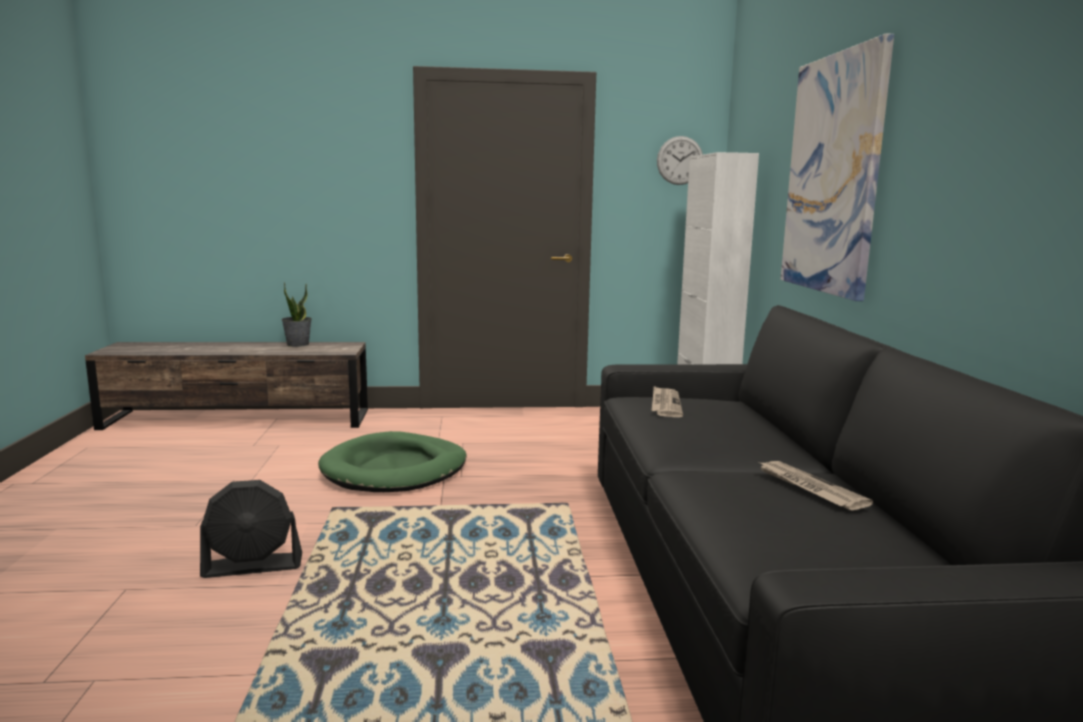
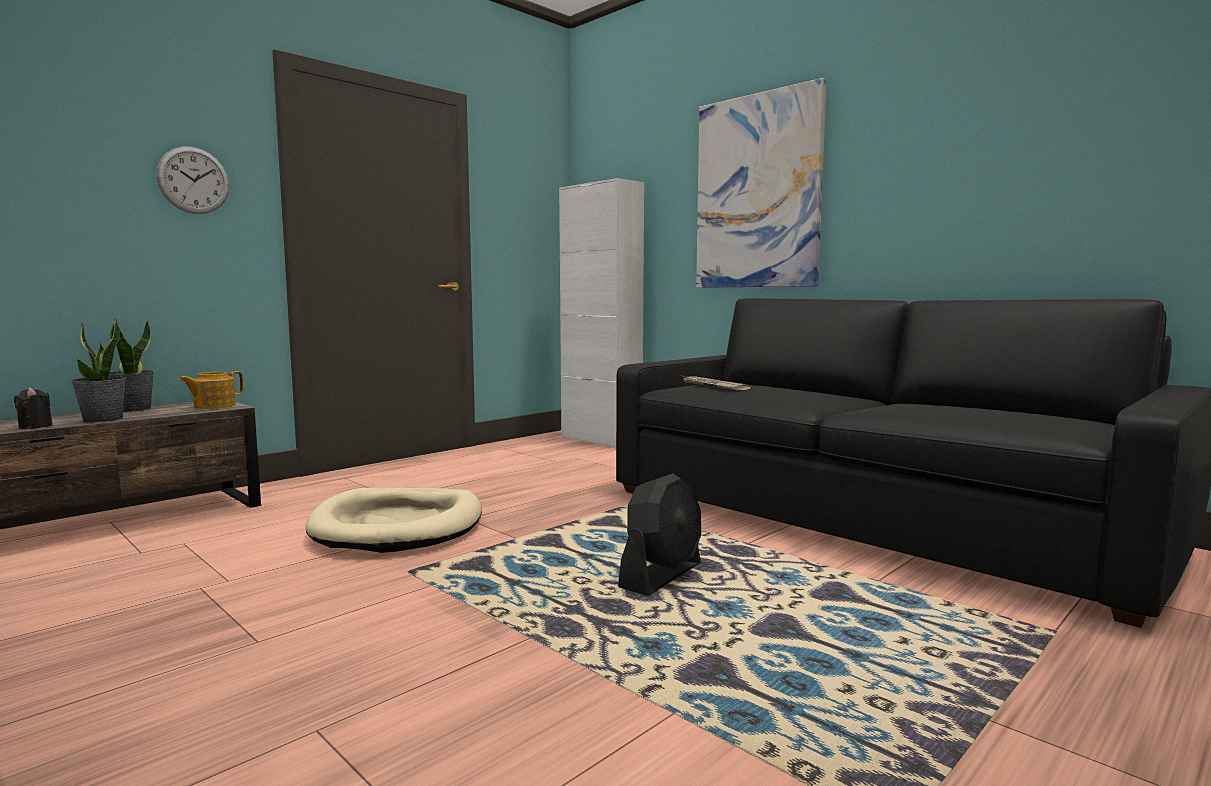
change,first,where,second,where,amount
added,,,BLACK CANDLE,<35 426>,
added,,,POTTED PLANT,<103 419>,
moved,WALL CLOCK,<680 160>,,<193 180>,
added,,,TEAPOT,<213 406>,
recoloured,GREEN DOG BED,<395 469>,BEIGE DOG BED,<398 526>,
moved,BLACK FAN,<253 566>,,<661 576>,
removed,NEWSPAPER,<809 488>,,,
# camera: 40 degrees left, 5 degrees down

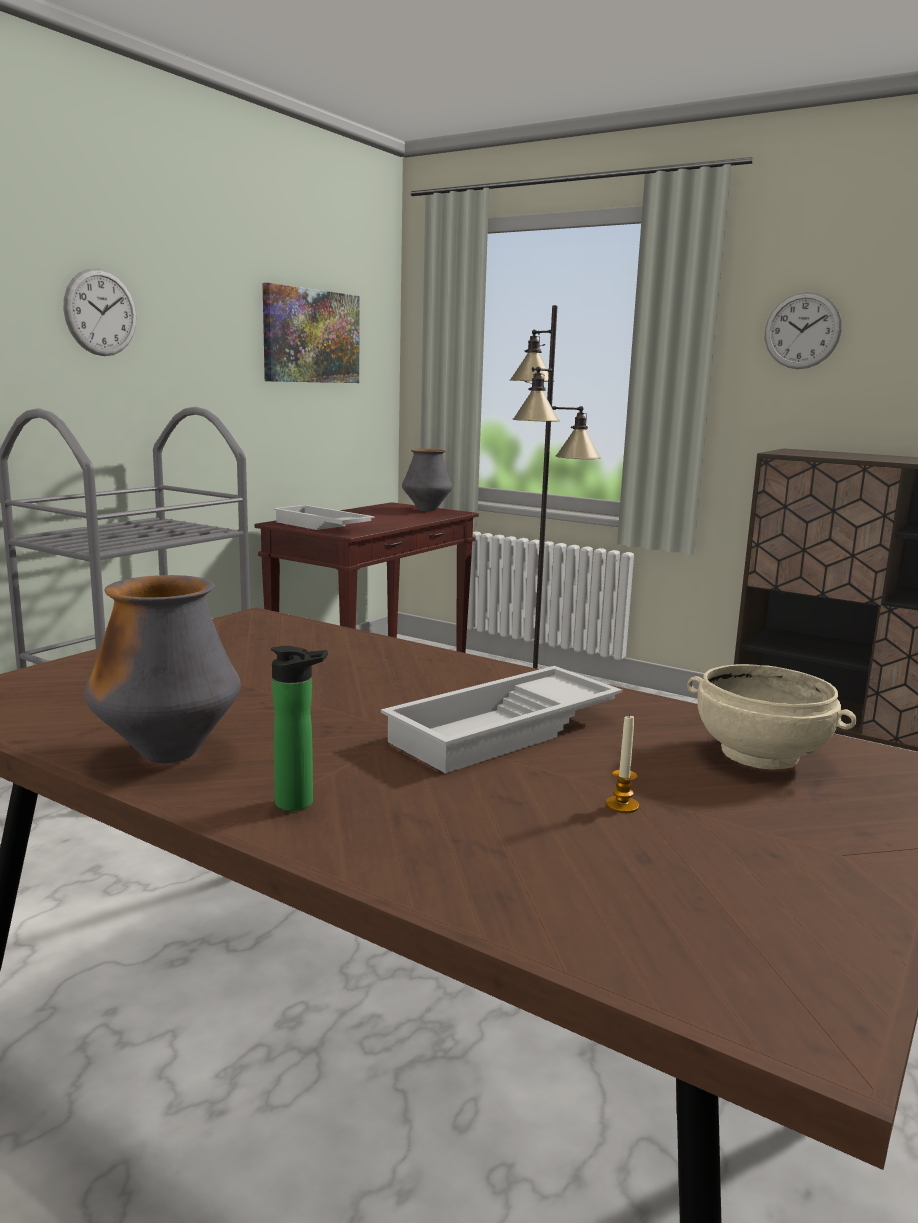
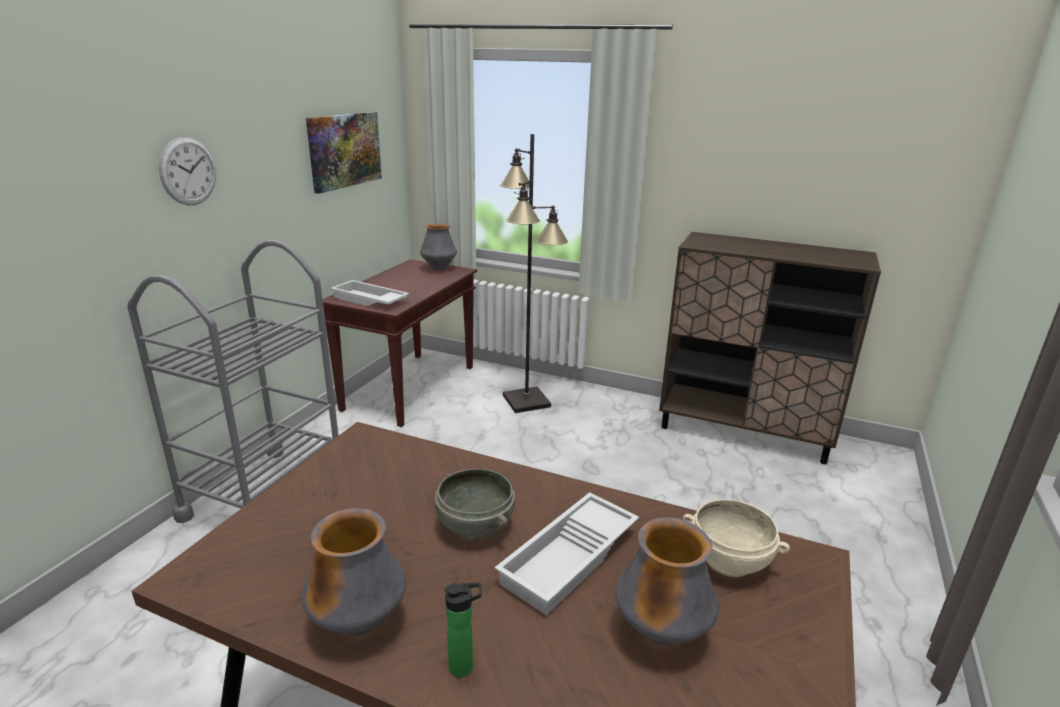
change,first,where,second,where,amount
added,,,GREY BOWL,<474 526>,
replaced,CANDLE,<622 805>,VASE,<661 633>,
removed,WALL CLOCK,<802 330>,,,
# camera: 10 degrees left, 10 degrees up

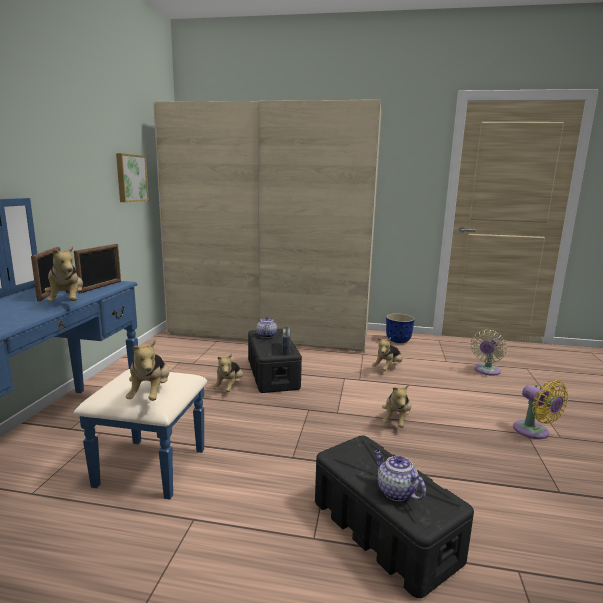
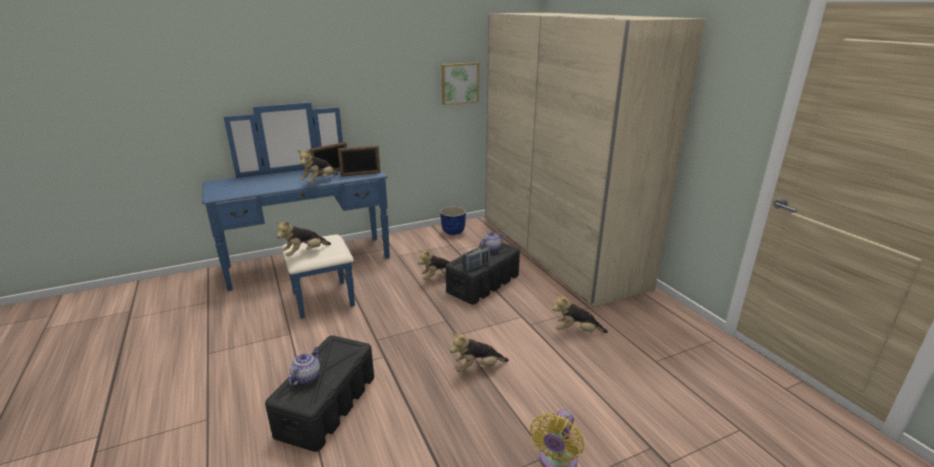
change,first,where,second,where,amount
moved,PLANTER,<398 340>,,<453 232>,
removed,BEIGE FAN,<486 371>,,,
# camera: 55 degrees right, 10 degrees up

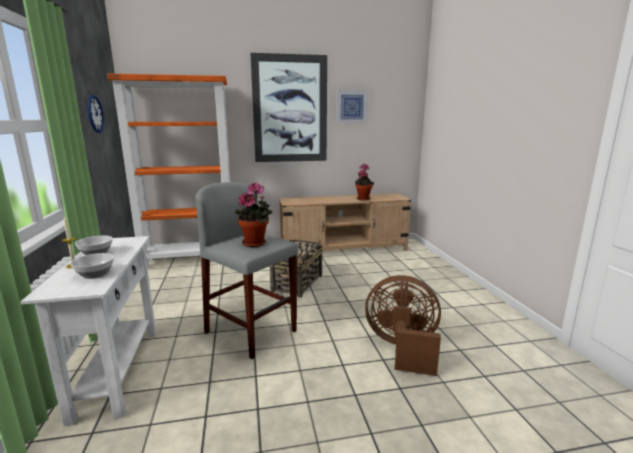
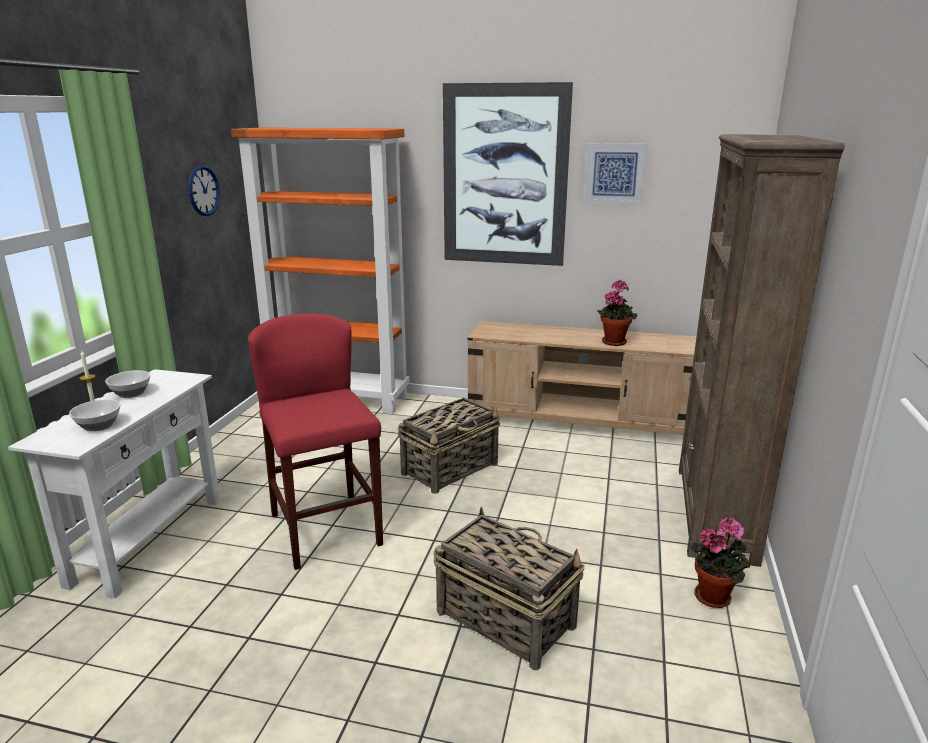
change,first,where,second,where,amount
recoloured,GREY STOOL,<250 331>,RED STOOL,<325 530>,
replaced,BROWN FAN,<402 349>,BASKET,<504 618>,
added,,,BROWN BOOKCASE,<715 513>,
moved,POTTED PLANT,<256 243>,,<715 597>,
# camera: 25 degrees right, 5 degrees up

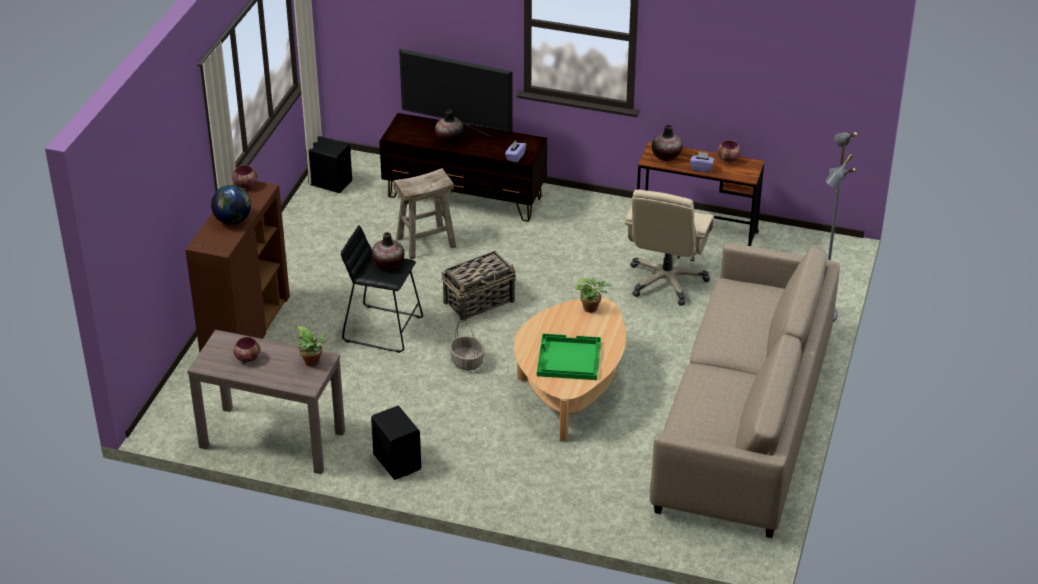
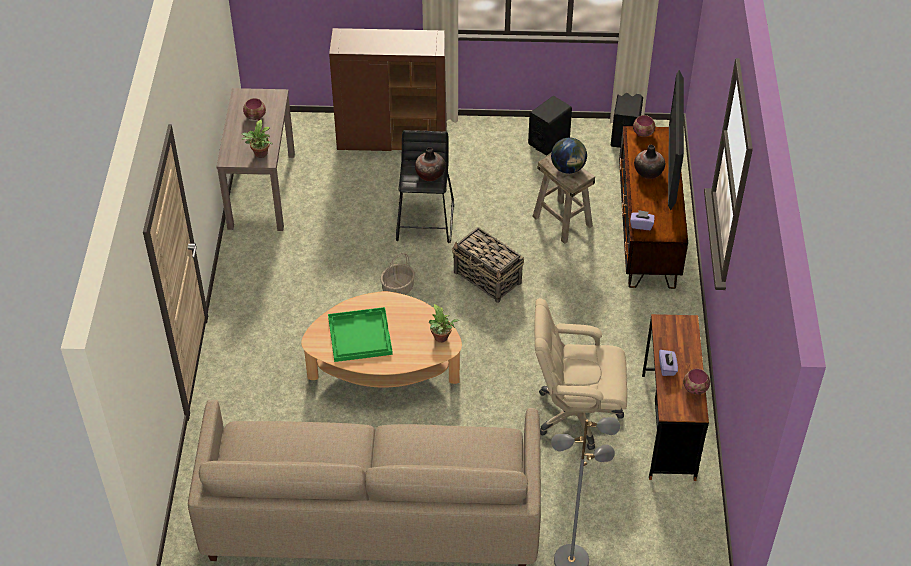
change,first,where,second,where,amount
moved,BLACK SPEAKER,<397 462>,,<549 141>,
moved,GLOBE,<233 220>,,<568 168>,
moved,BOWL,<245 185>,,<643 133>,
removed,VASE,<666 156>,,,
# camera: 75 degrees right, 10 degrees up

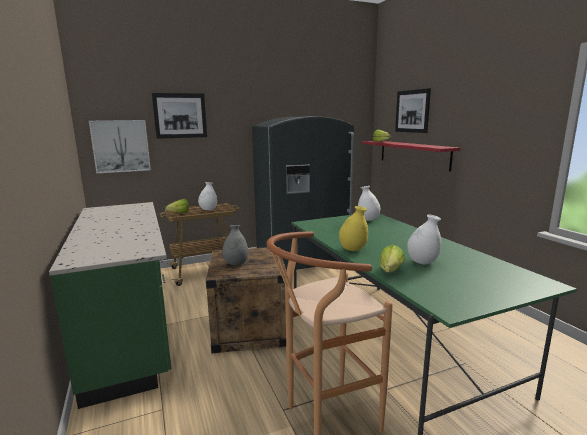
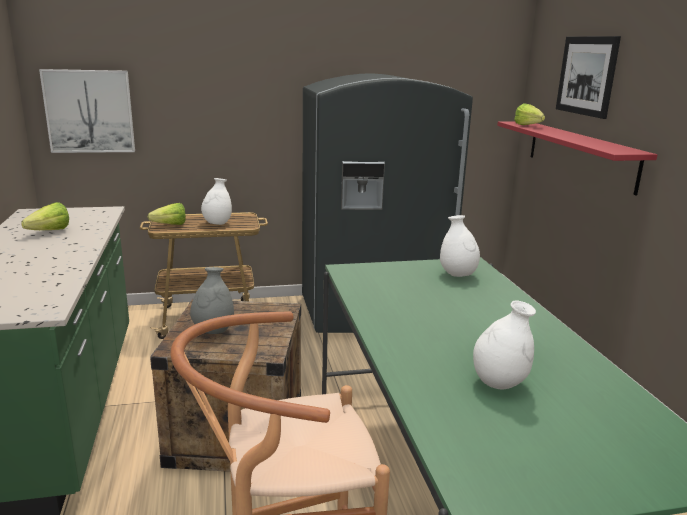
change,first,where,second,where,amount
moved,LETTUCE,<389 273>,,<45 232>,
removed,PICTURE,<180 115>,,,
removed,YELLOW VASE,<353 249>,,,
# camera: 10 degrees right, 5 degrees up

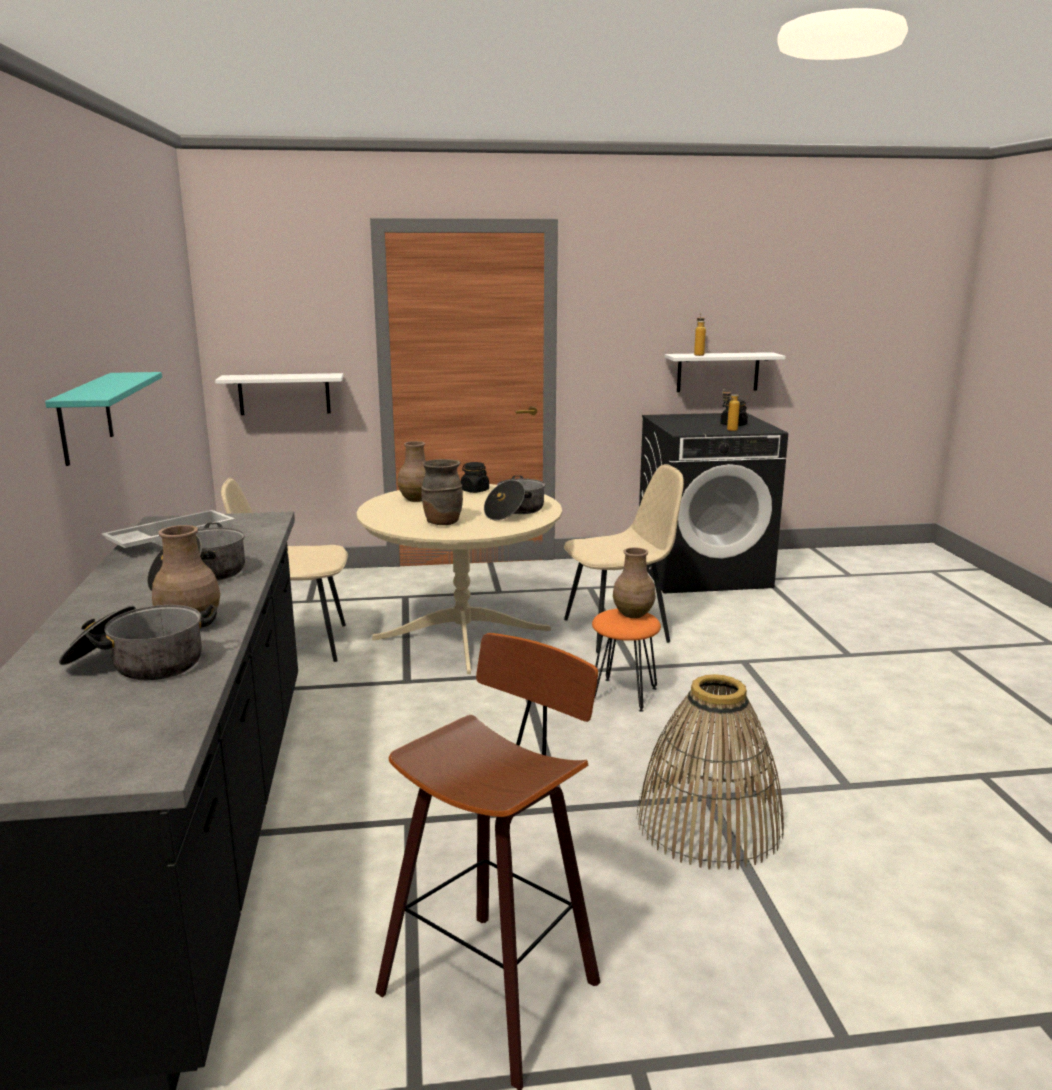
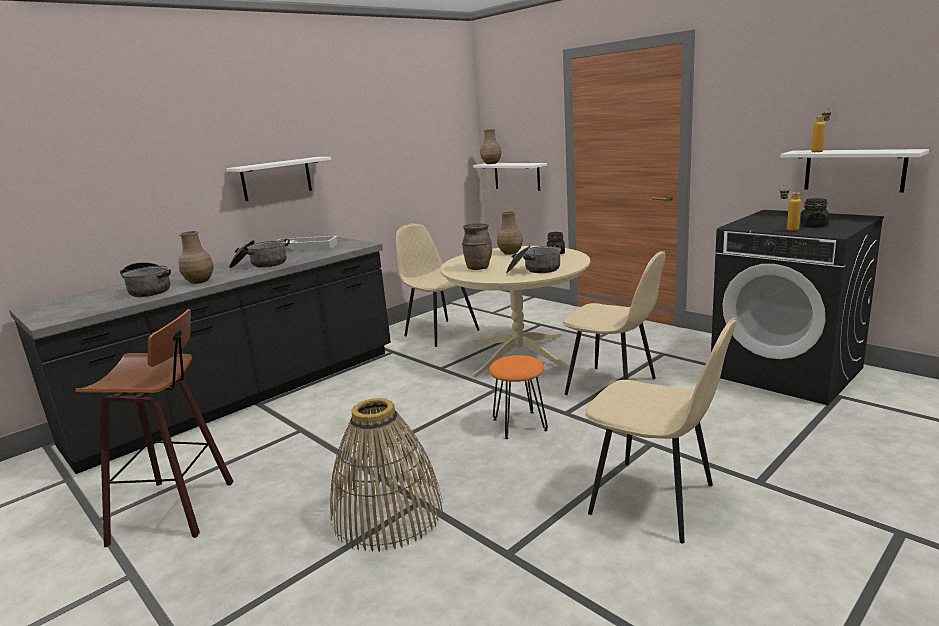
change,first,where,second,where,amount
recoloured,TURQUOISE SHELF,<85 418>,WHITE SHELF,<276 179>,
moved,BROWN VASE,<634 614>,,<491 163>,
added,,,BEIGE CHAIR,<655 500>,
# camera: 55 degrees right, 0 degrees up

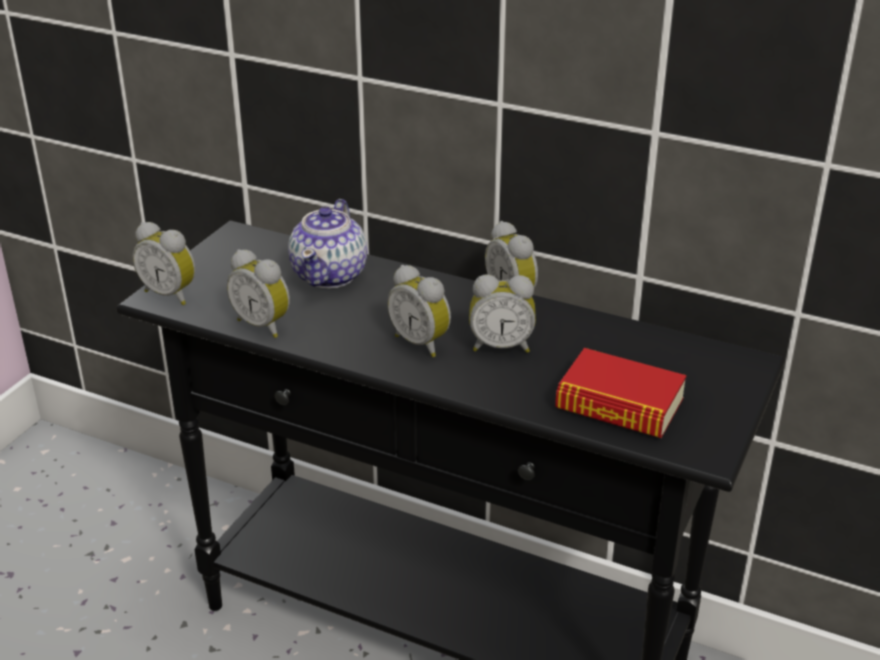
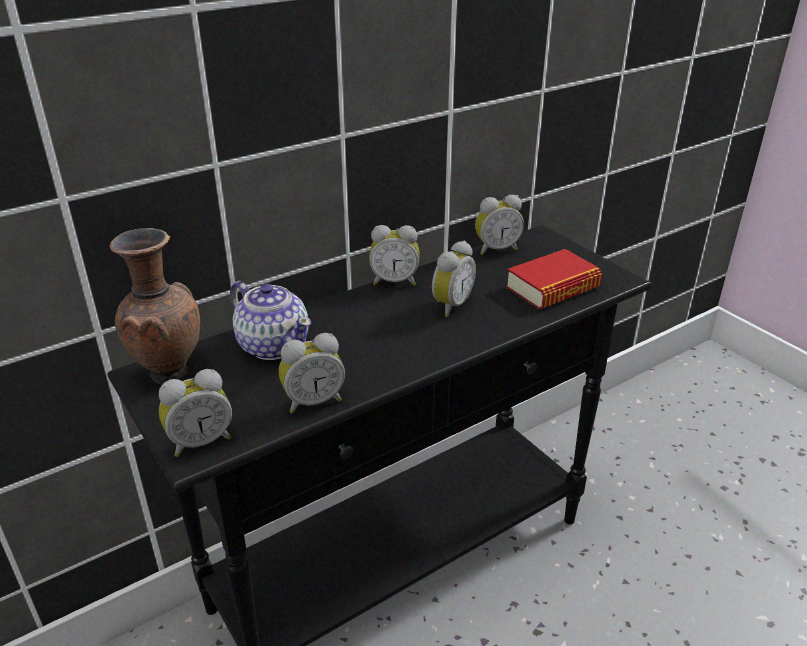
change,first,where,second,where,amount
added,,,BROWN VASE,<168 372>,
moved,ALARM CLOCK,<422 342>,,<496 249>,
# camera: 60 degrees left, 0 degrees up

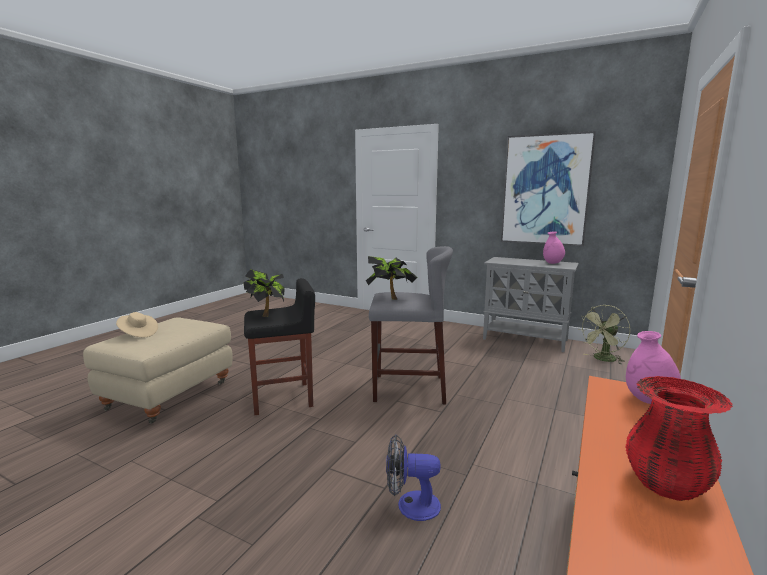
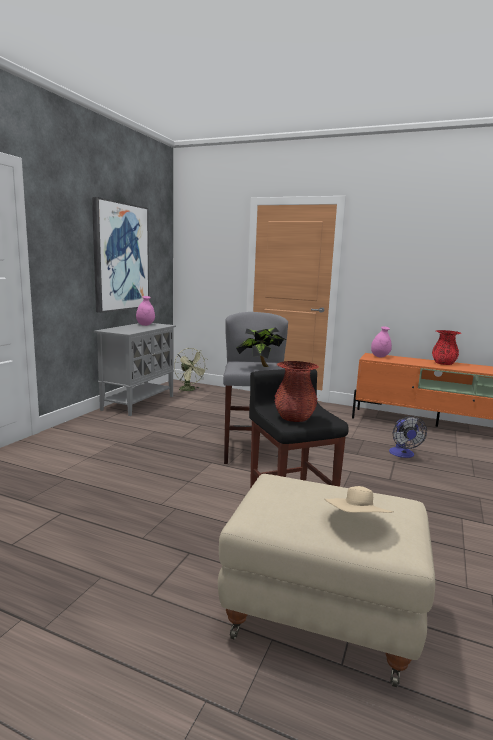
change,first,where,second,where,amount
replaced,POTTED PLANT,<267 314>,RED VASE,<294 418>,
# camera: 95 degrees left, 0 degrees up

